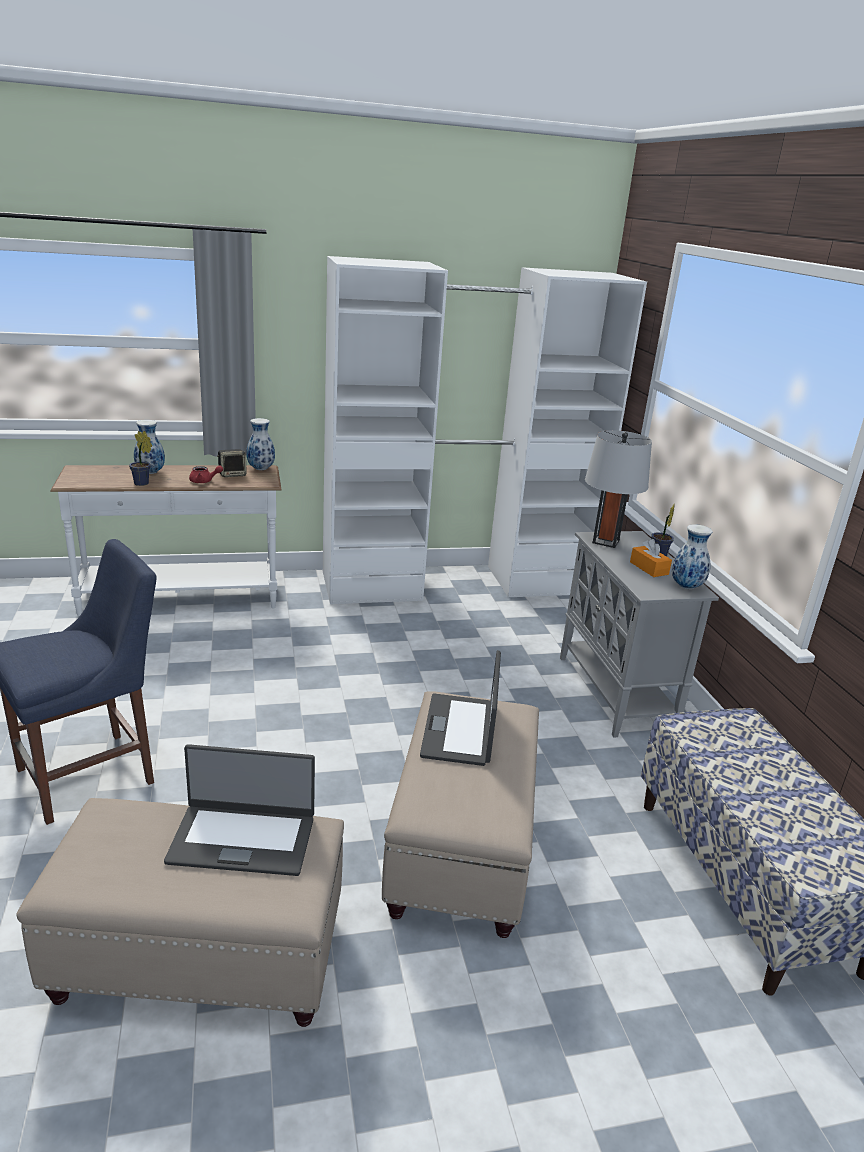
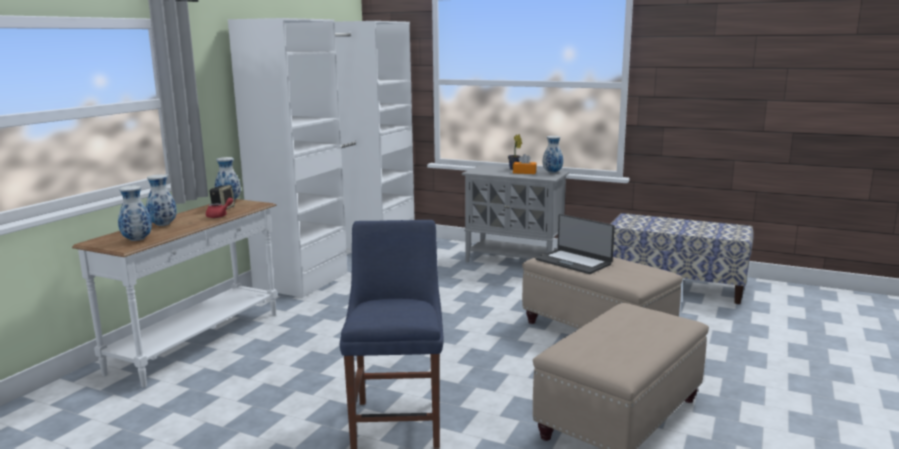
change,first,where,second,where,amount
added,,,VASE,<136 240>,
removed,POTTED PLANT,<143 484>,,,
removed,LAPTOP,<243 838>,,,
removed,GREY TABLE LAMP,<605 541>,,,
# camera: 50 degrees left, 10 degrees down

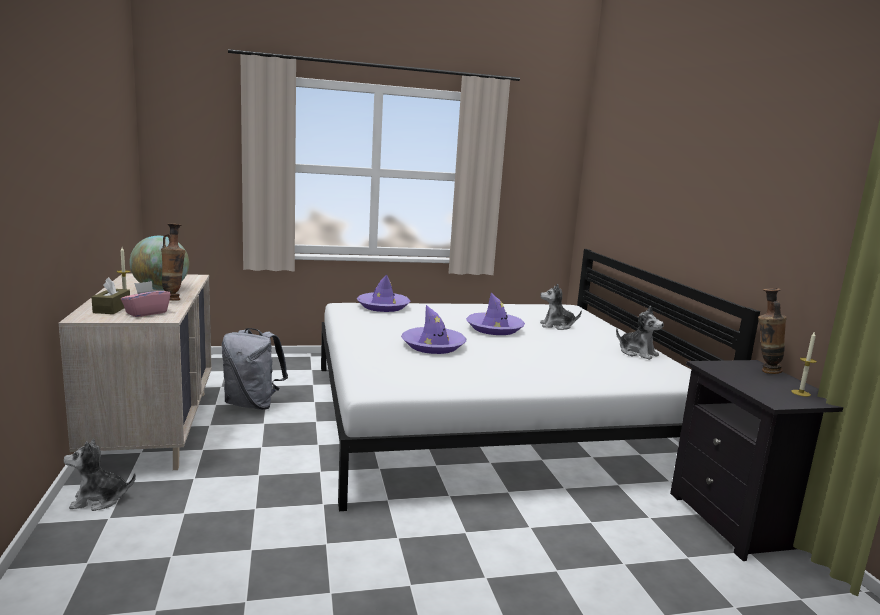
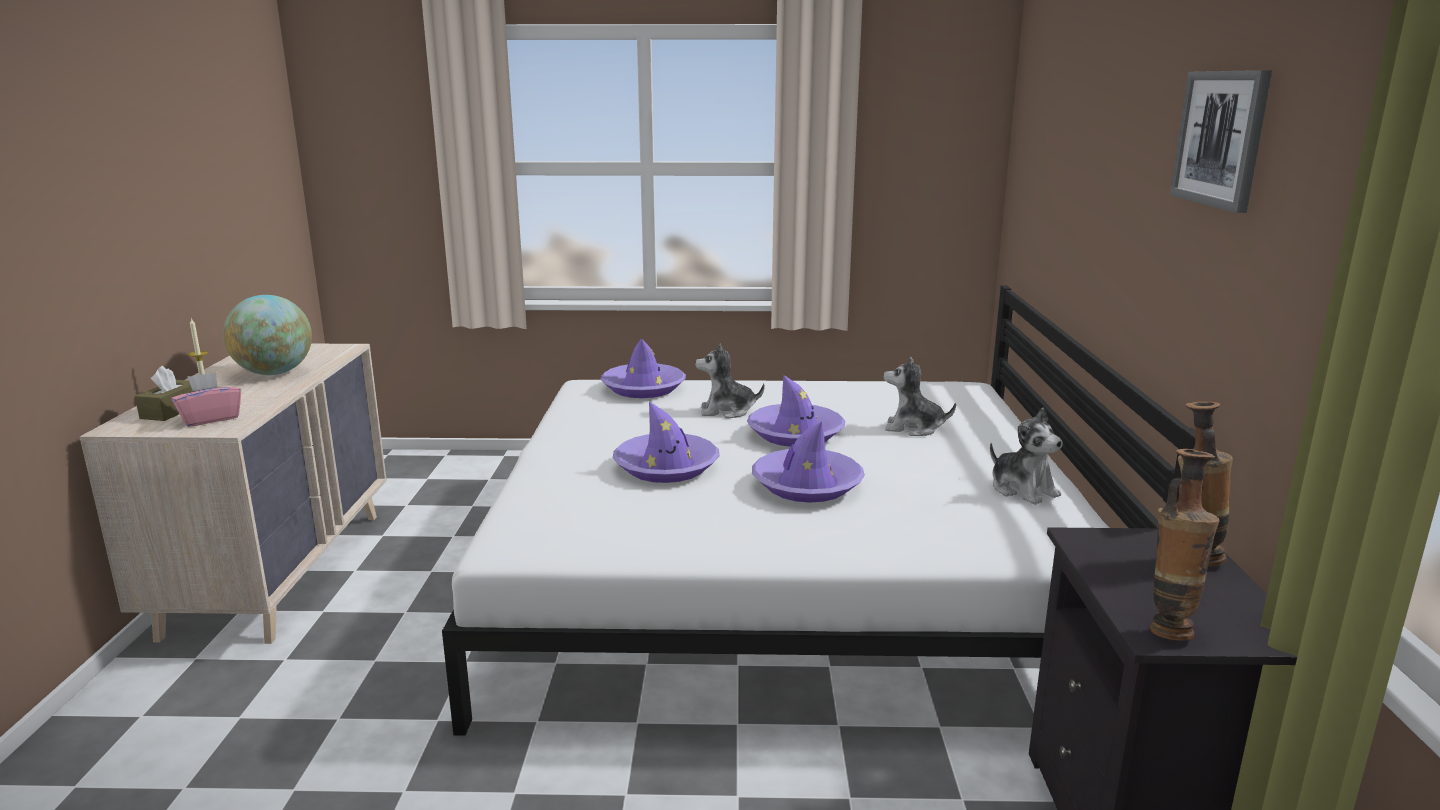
change,first,where,second,where,amount
moved,PLUSH TOY,<99 500>,,<726 411>,
added,,,PURPLE HAT,<807 485>,
moved,VASE,<174 300>,,<1169 628>,
added,,,PICTURE,<1221 138>,
removed,GREY BACKPACK,<253 404>,,,
removed,CANDLE,<800 393>,,,
# camera: 15 degrees right, 5 degrees up

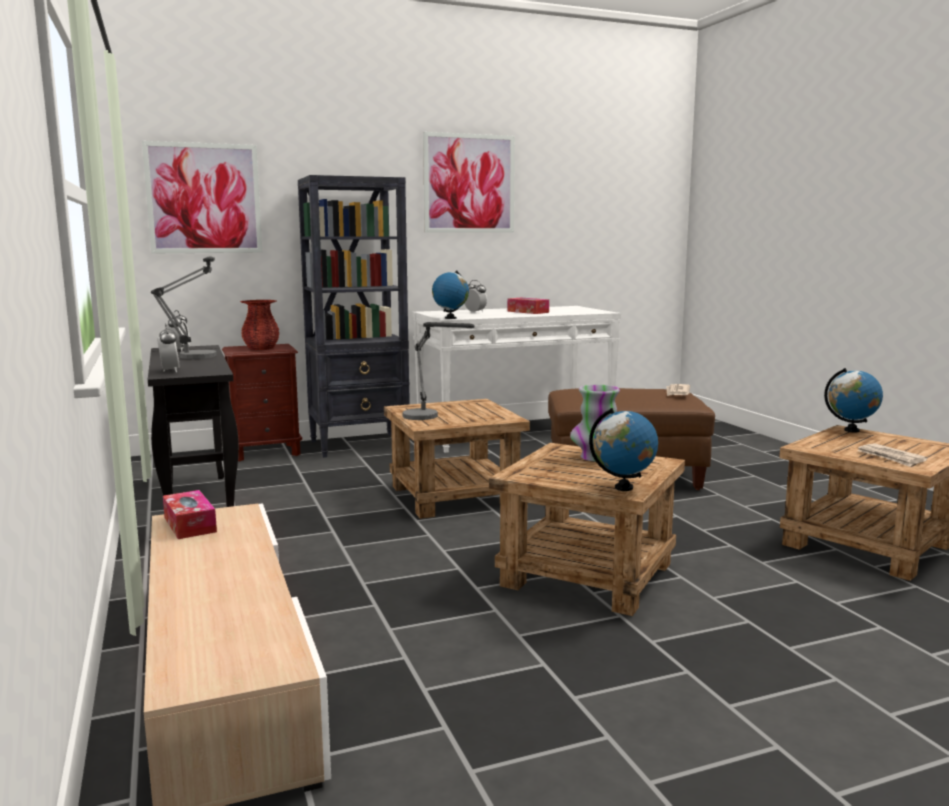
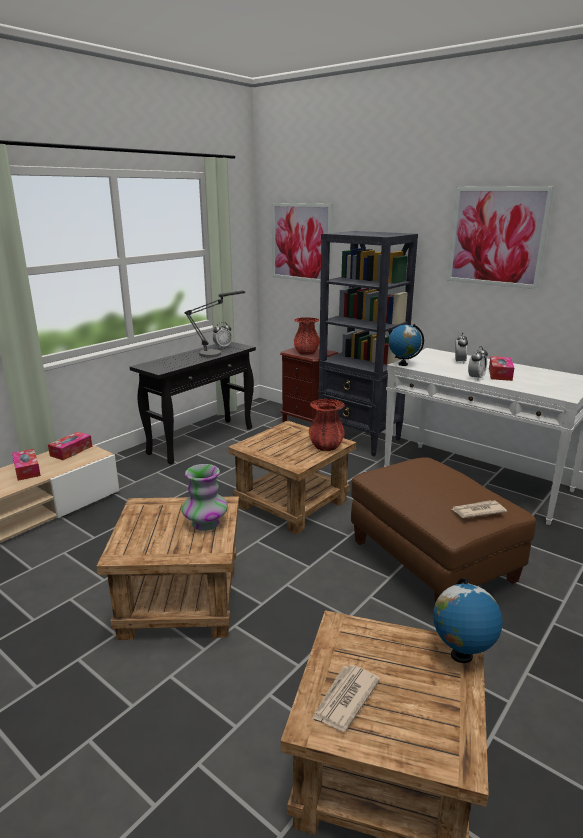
change,first,where,second,where,amount
added,,,TISSUE BOX,<27 470>,
added,,,RED VASE,<326 446>,
moved,ALARM CLOCK,<169 371>,,<476 378>,
removed,TABLE LAMP,<429 417>,,,
removed,GLOBE,<623 488>,,,
# camera: 60 degrees right, 10 degrees up

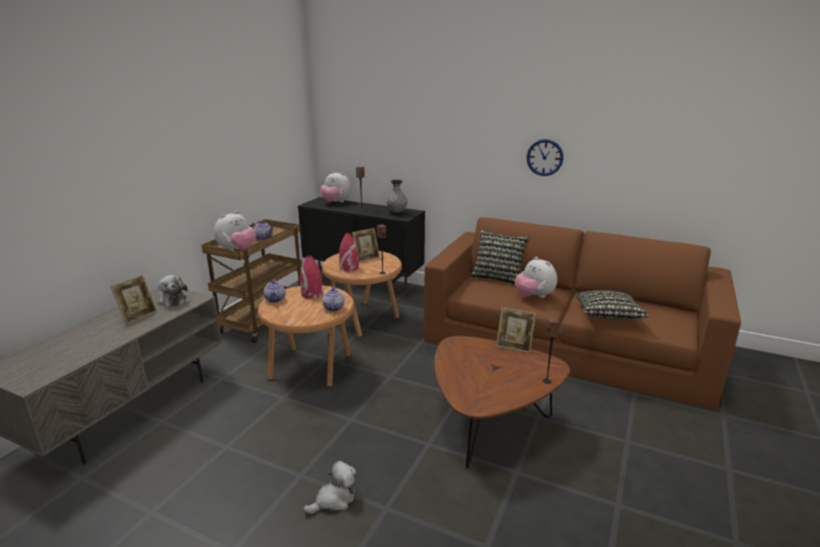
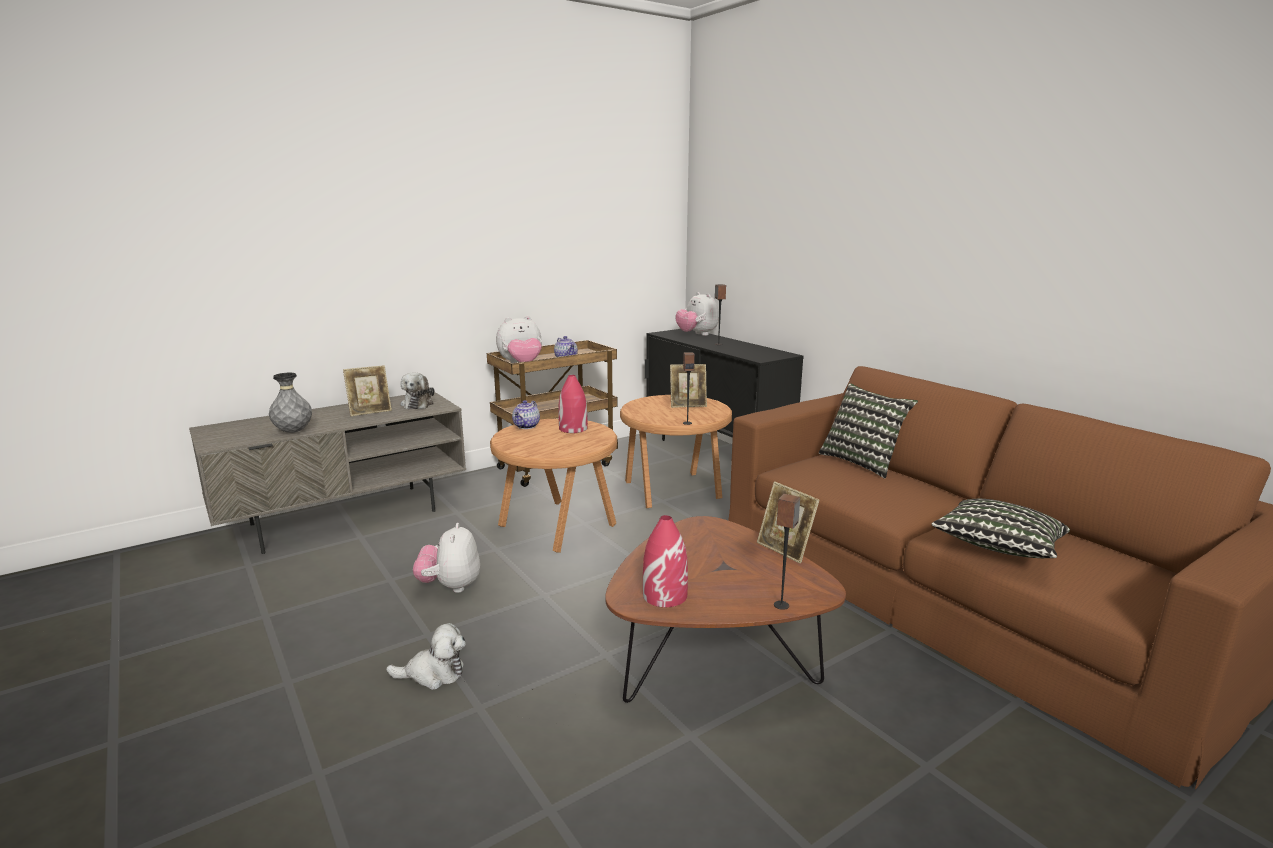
change,first,where,second,where,amount
moved,GREY VASE,<397 212>,,<293 432>,
moved,PLUSH TOY,<534 296>,,<450 586>,
moved,RED VASE,<349 268>,,<664 595>,
removed,TEAPOT,<333 308>,,,
removed,WALL CLOCK,<544 157>,,,
# camera: 30 degrees right, 5 degrees down

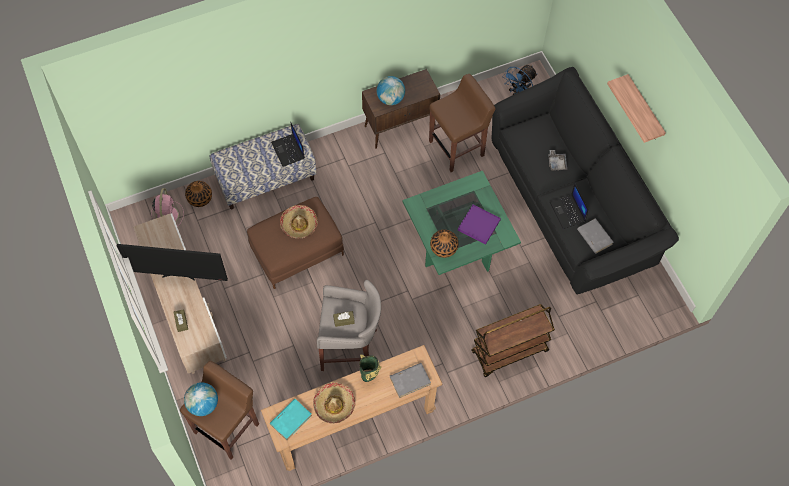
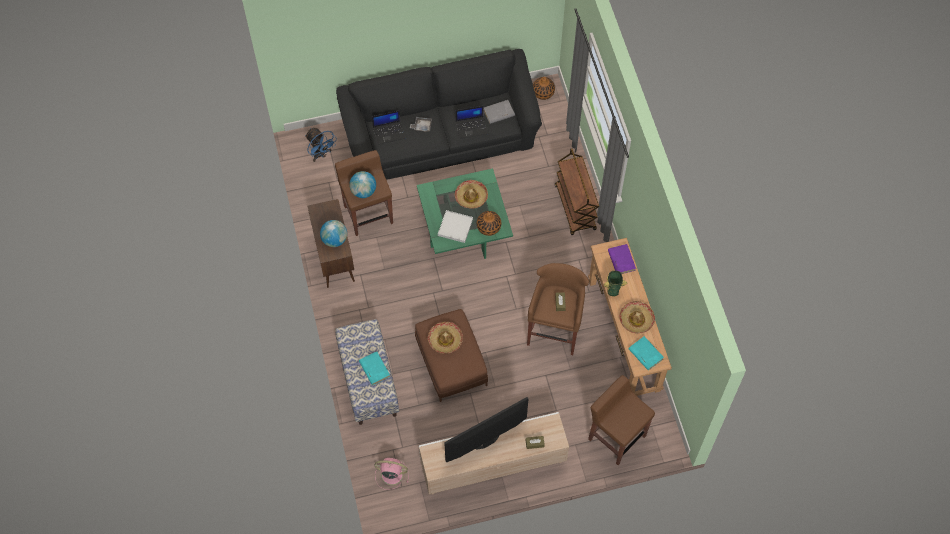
change,first,where,second,where,amount
moved,GLOBE,<203 404>,,<363 191>,
added,,,TURQUOISE BOOK,<374 369>,
moved,LAPTOP,<288 150>,,<389 132>,
added,,,WHITE TRAY,<455 227>,
turned,TELEVISION,<179 275>,,<487 442>,135 degrees counterclockwise
replaced,PURPLE TRAY,<479 225>,HAT,<471 197>,
recoloured,GREY STOOL,<350 348>,BROWN STOOL,<555 328>,
moved,VASE,<200 198>,,<543 92>,
recoloured,GREY BOOK,<410 380>,PURPLE BOOK,<621 260>,
removed,SHELF,<644 110>,,,
# camera: 80 degrees left, 0 degrees up

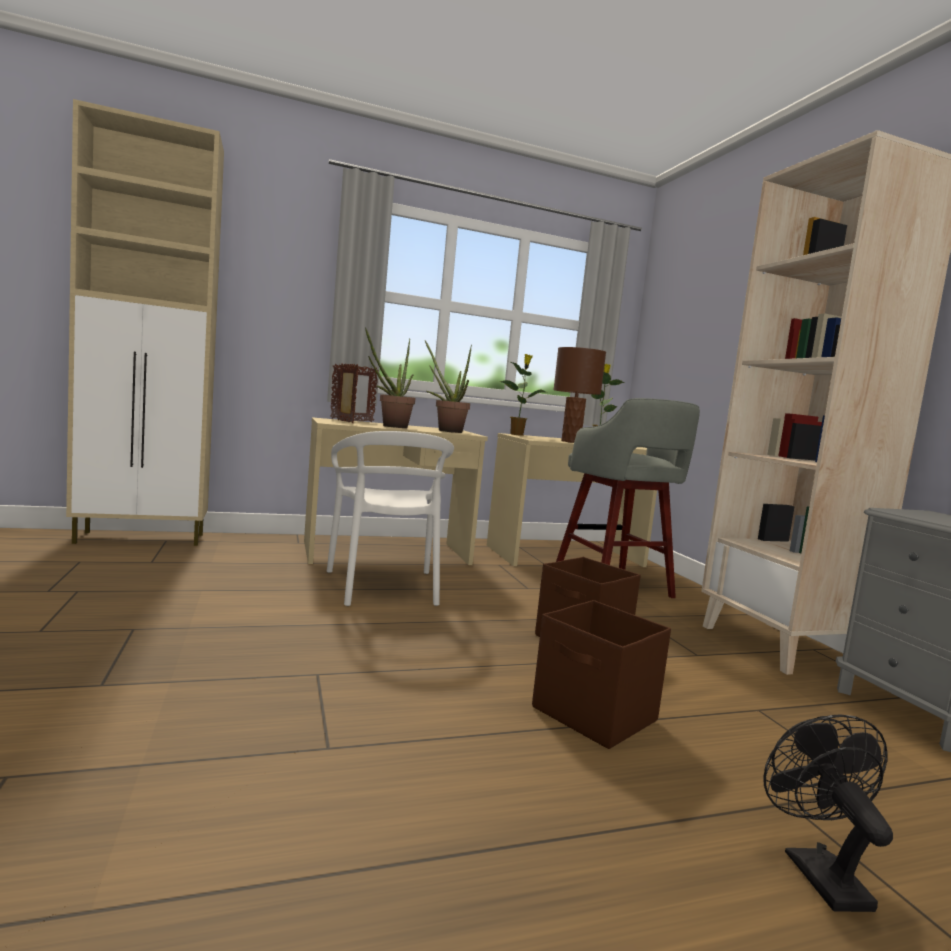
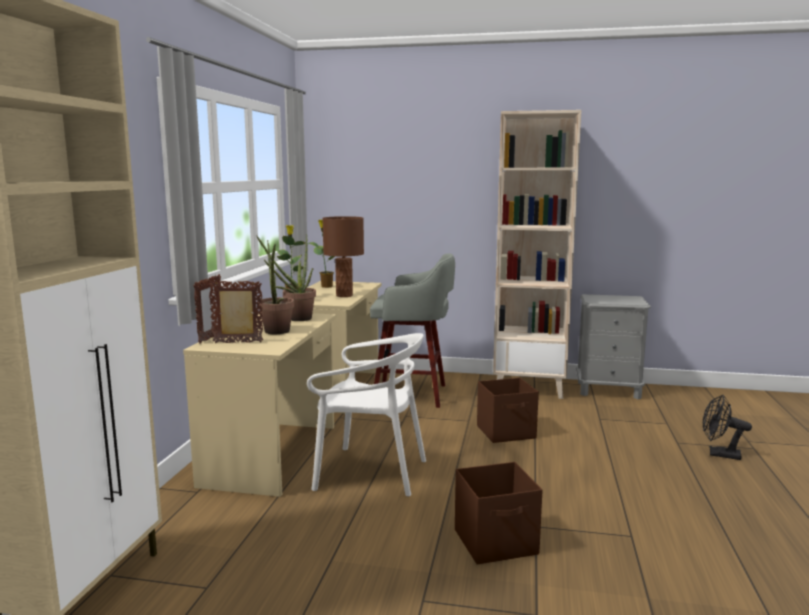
change,first,where,second,where,amount
moved,BROWN STORAGE BOX,<595 715>,,<497 542>,
# camera: 60 degrees left, 5 degrees up

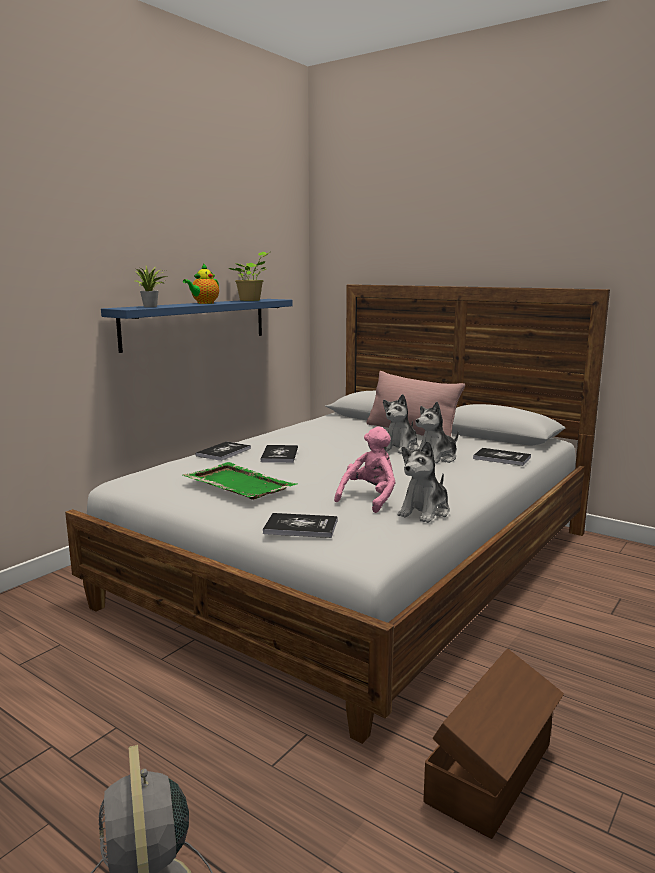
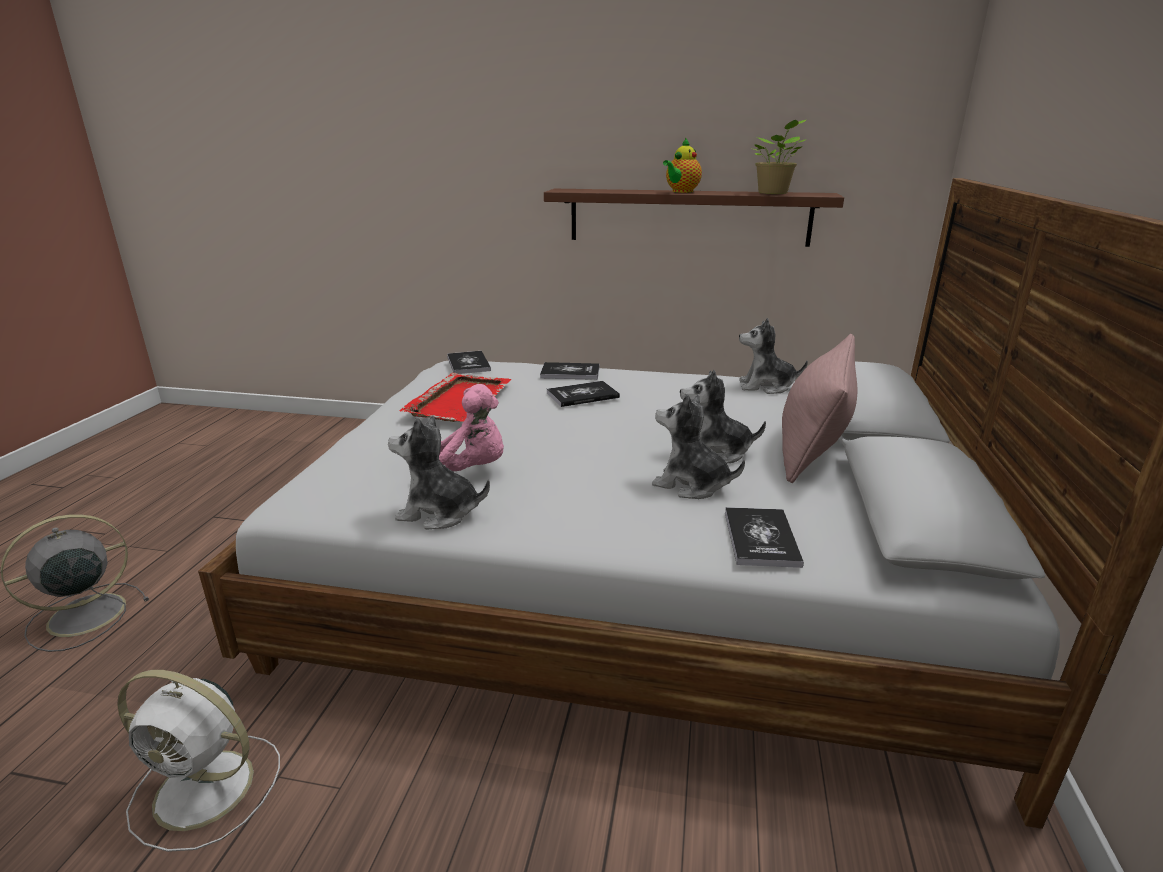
change,first,where,second,where,amount
replaced,BROWN STORAGE BOX,<493 772>,WHITE FAN,<208 789>,
recoloured,GREEN TRAY,<238 484>,RED TRAY,<460 400>,
moved,BOOK,<301 527>,,<468 364>,
recoloured,BLUE SHELF,<196 323>,BROWN SHELF,<688 217>,
turned,TEAPOT,<204 303>,,<681 192>,60 degrees counterclockwise
added,,,PLUSH TOY,<766 386>,
removed,POTTED PLANT,<152 306>,,,
# camera: 65 degrees right, 10 degrees up

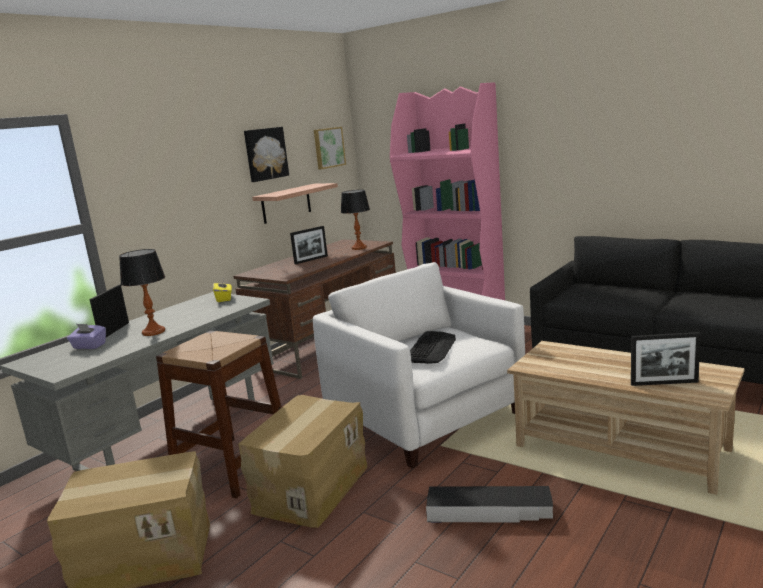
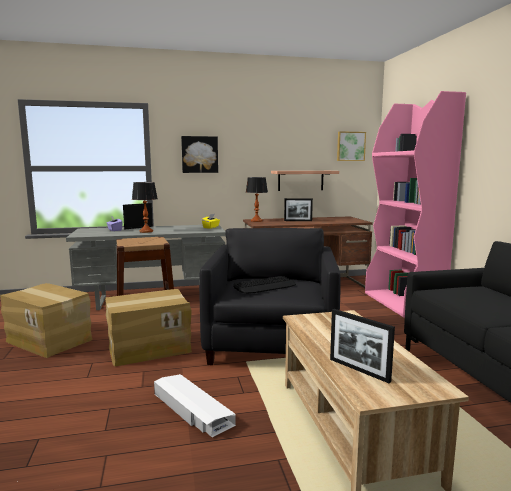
change,first,where,second,where,amount
recoloured,BLACK STORAGE BOX,<489 511>,WHITE STORAGE BOX,<192 409>,
moved,PICTURE,<265 154>,,<199 154>,
recoloured,WHITE ARMCHAIR,<425 417>,BLACK ARMCHAIR,<271 343>,
moved,TABLE LAMP,<359 248>,,<256 221>,
# camera: 40 degrees right, 5 degrees down

